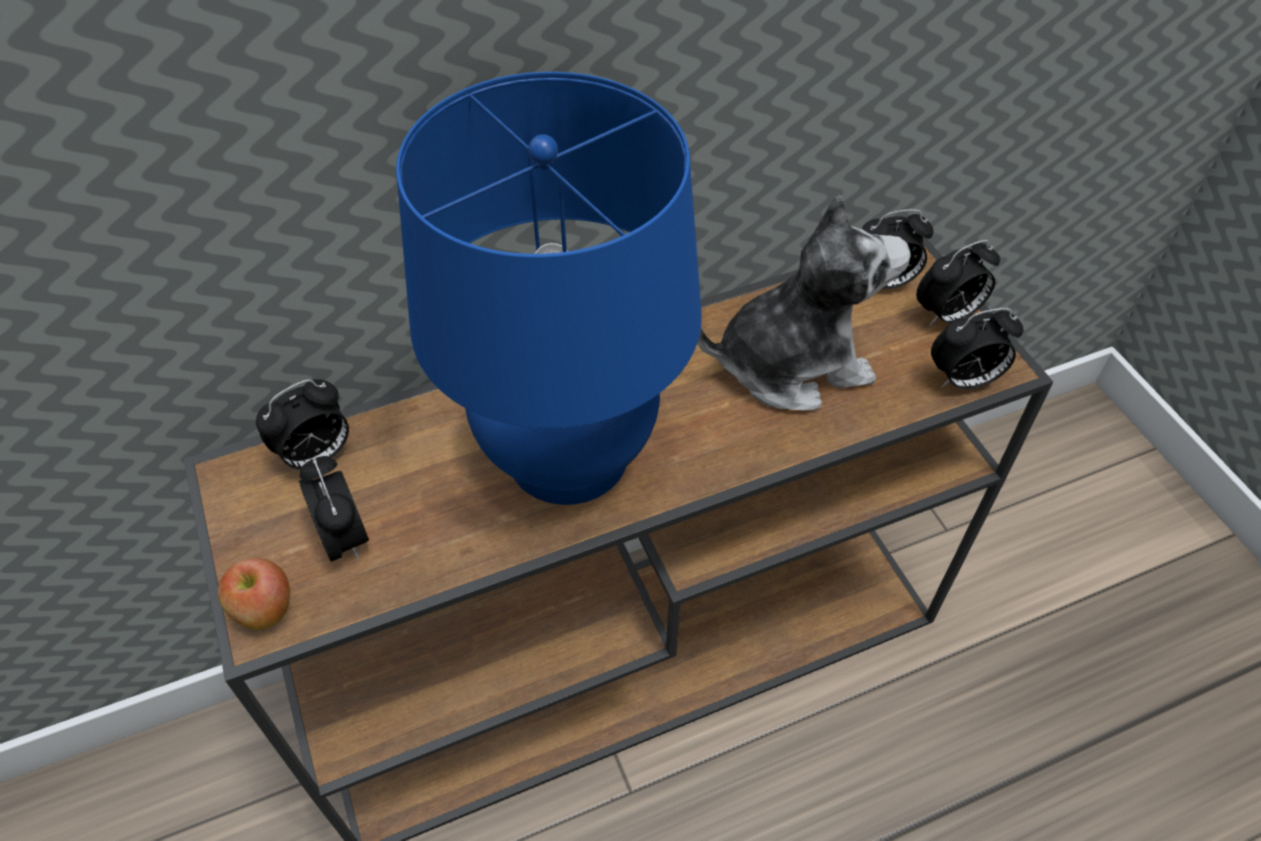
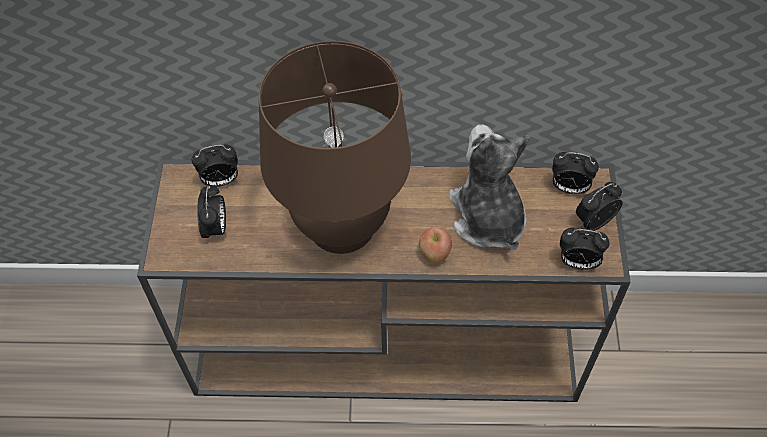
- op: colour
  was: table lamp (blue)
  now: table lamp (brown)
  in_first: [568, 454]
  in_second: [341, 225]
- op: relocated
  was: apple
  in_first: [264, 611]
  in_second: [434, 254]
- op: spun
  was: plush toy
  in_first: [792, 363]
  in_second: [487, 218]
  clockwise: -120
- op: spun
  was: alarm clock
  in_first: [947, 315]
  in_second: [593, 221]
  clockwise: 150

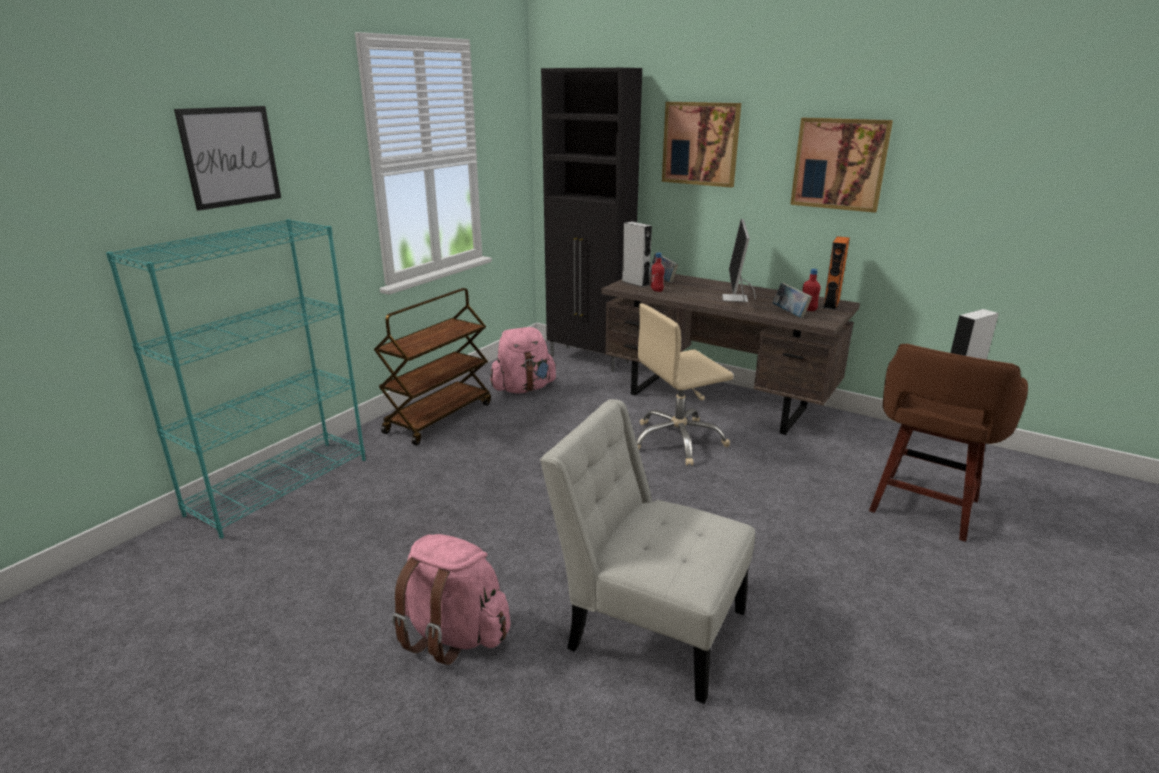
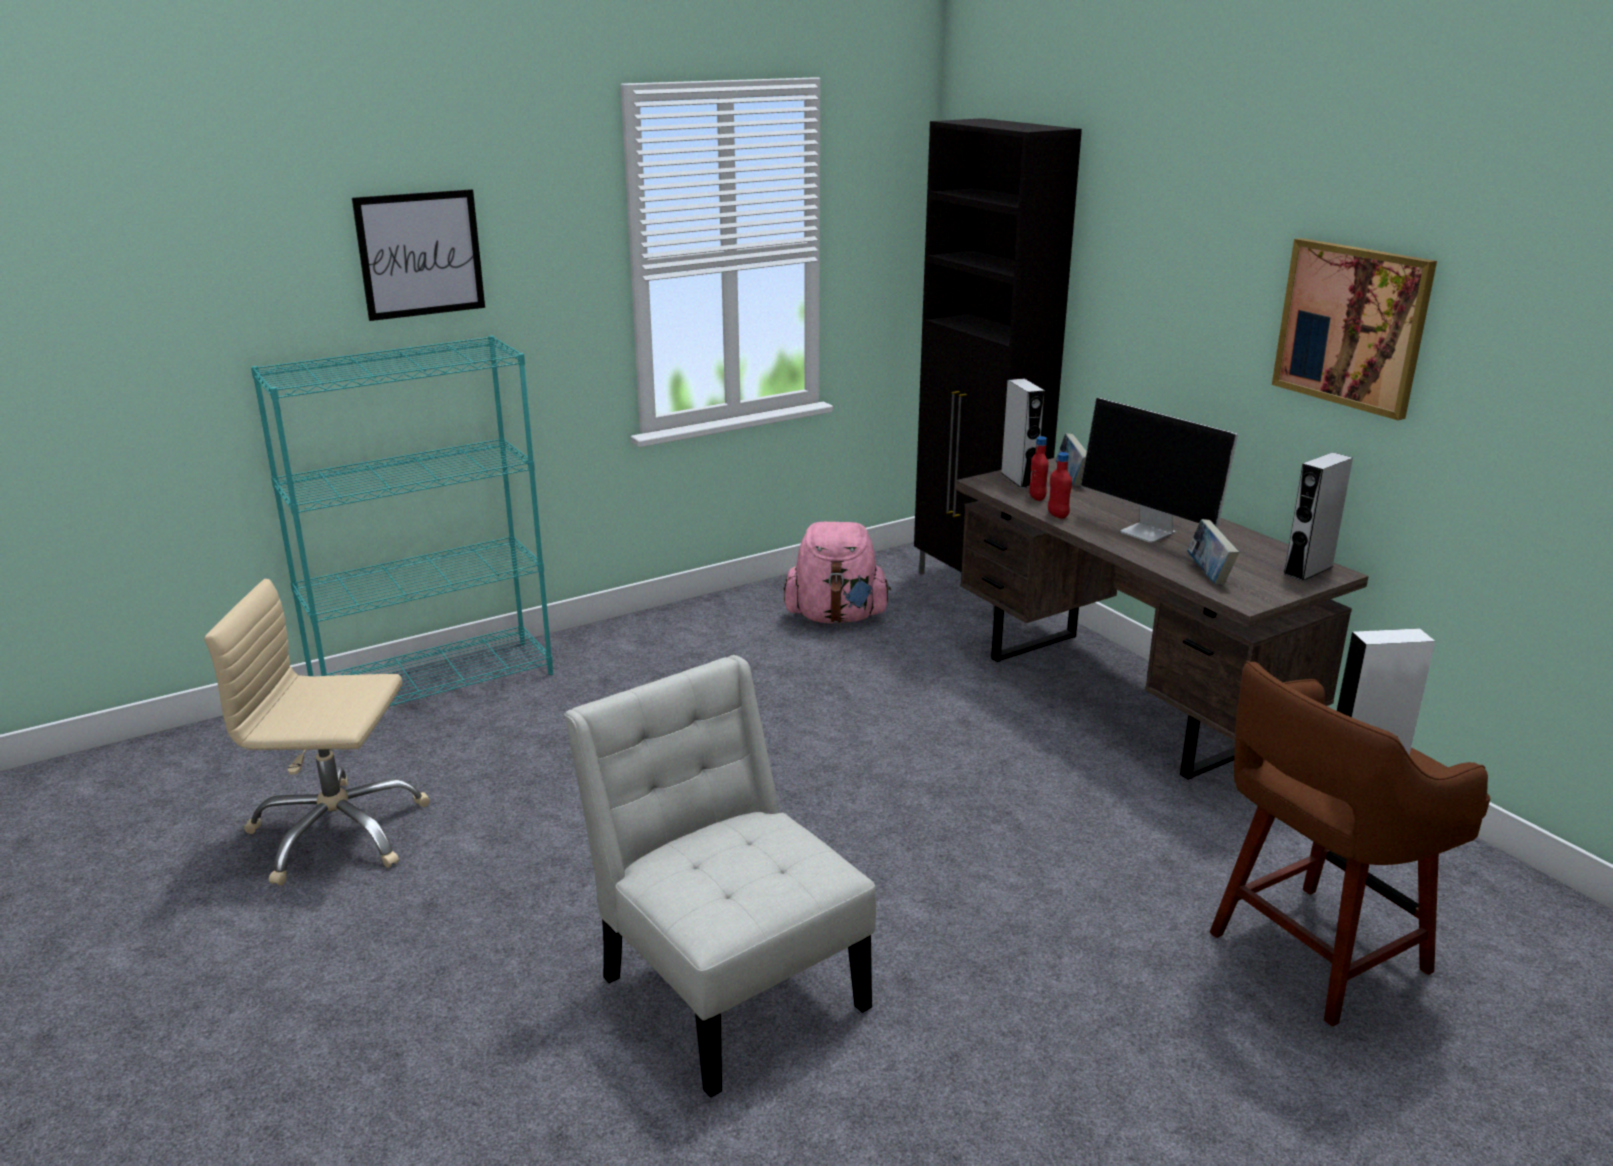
- op: relocated
  was: office chair (beige)
  in_first: [677, 441]
  in_second: [337, 832]
- op: relocated
  was: bottle (red)
  in_first: [808, 310]
  in_second: [1057, 515]
- op: spun
  was: monitor
  in_first: [735, 298]
  in_second: [1149, 532]
  clockwise: -75
- op: colour
  was: speaker (orange)
  now: speaker (grey)
  in_first: [831, 304]
  in_second: [1308, 570]
- op: missing
  was: cart (brown)
  in_first: [439, 417]
- op: missing
  was: backpack (pink)
  in_first: [454, 634]
- op: missing
  was: picture
  in_first: [700, 144]

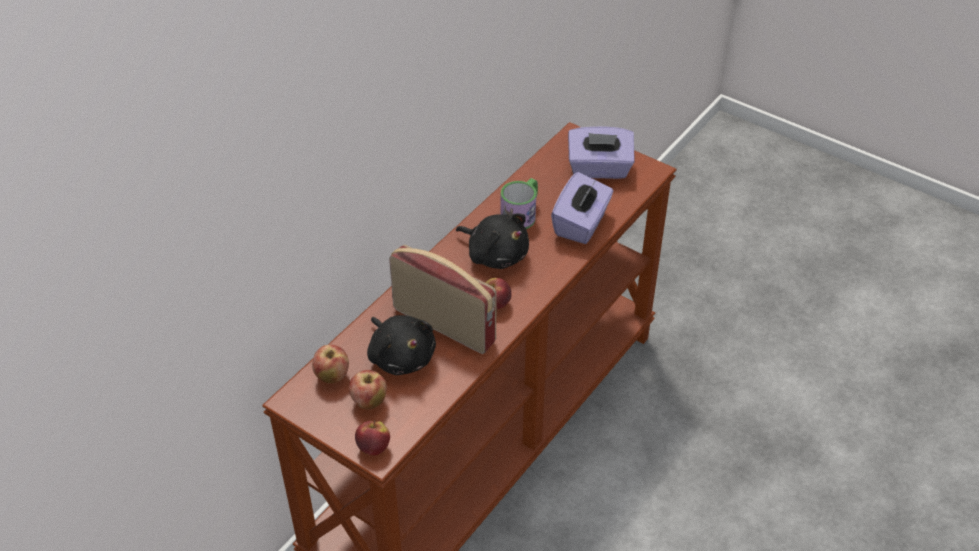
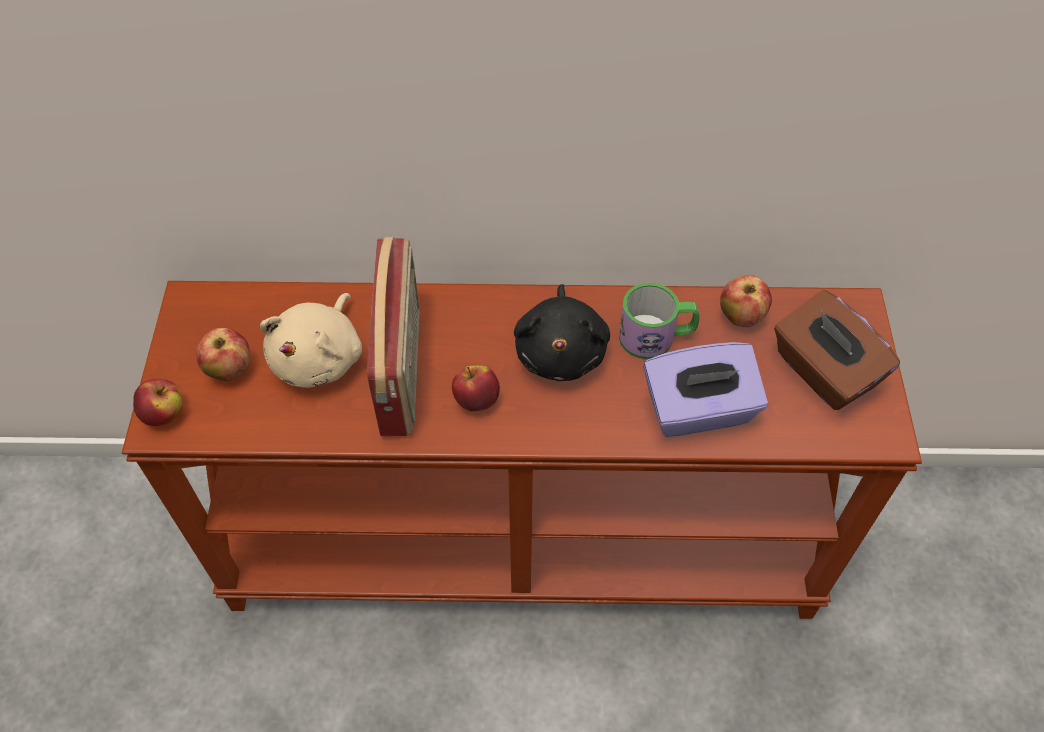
- op: colour
  was: plush toy (black)
  now: plush toy (beige)
  in_first: [401, 356]
  in_second: [320, 358]
- op: relocated
  was: apple
  in_first: [332, 376]
  in_second: [740, 317]
- op: colour
  was: tissue box (purple)
  now: tissue box (brown)
  in_first: [599, 169]
  in_second: [823, 371]

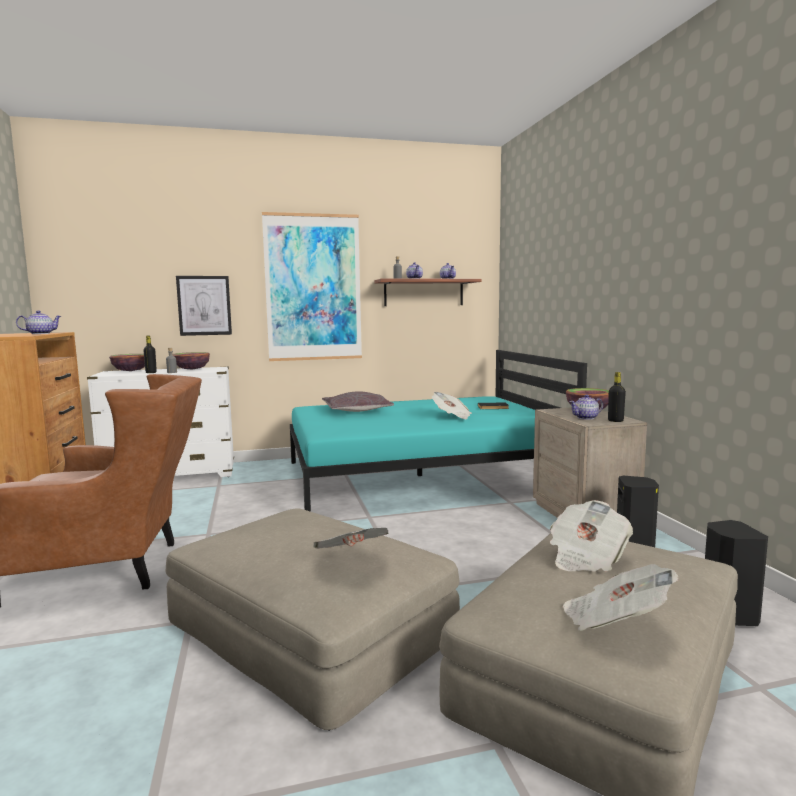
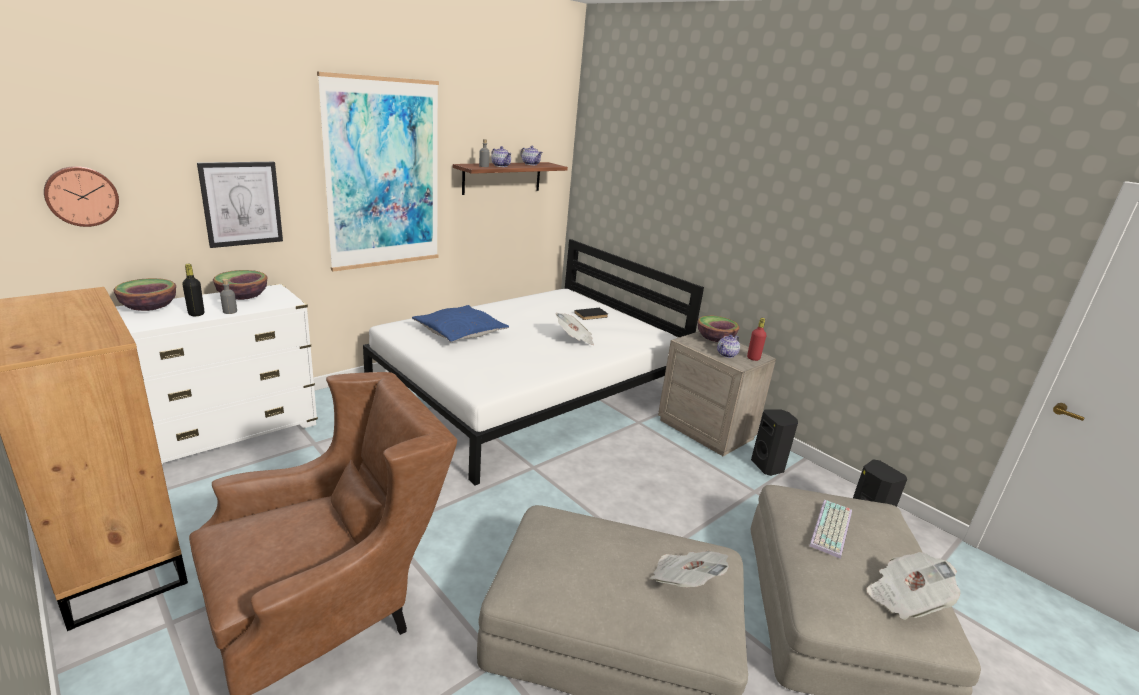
- op: appeared
  now: wall clock
  in_second: [81, 196]
- op: colour
  was: bed (turquoise)
  now: bed (white)
  in_first: [422, 475]
  in_second: [530, 392]
- op: colour
  was: pillow (grey)
  now: pillow (blue)
  in_first: [356, 410]
  in_second: [460, 332]
- op: colour
  was: bottle (black)
  now: bottle (red)
  in_first: [615, 421]
  in_second: [753, 358]
- op: exchanged
  was: newspaper
  now: keyboard
  in_first: [586, 557]
  in_second: [832, 530]
- op: missing
  was: teapot
  in_first: [40, 333]

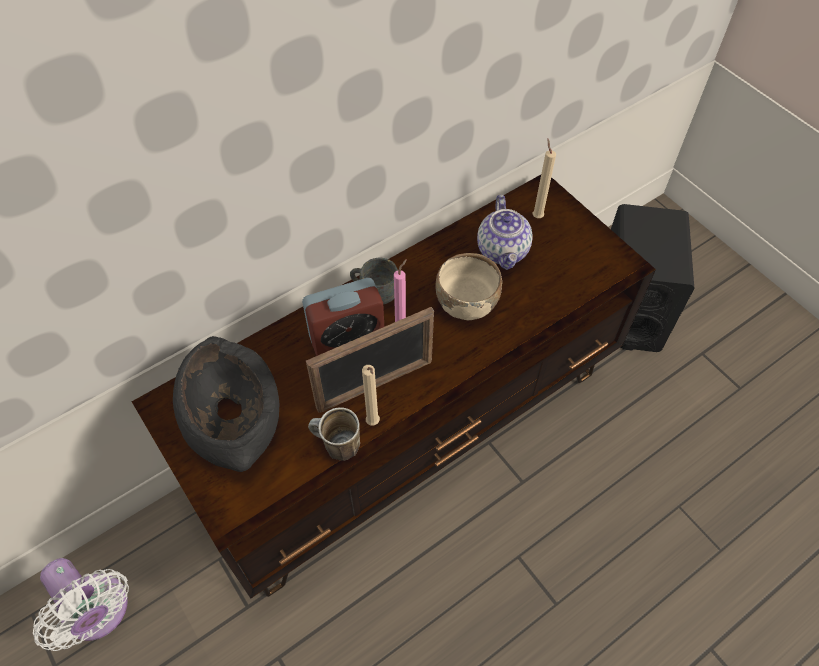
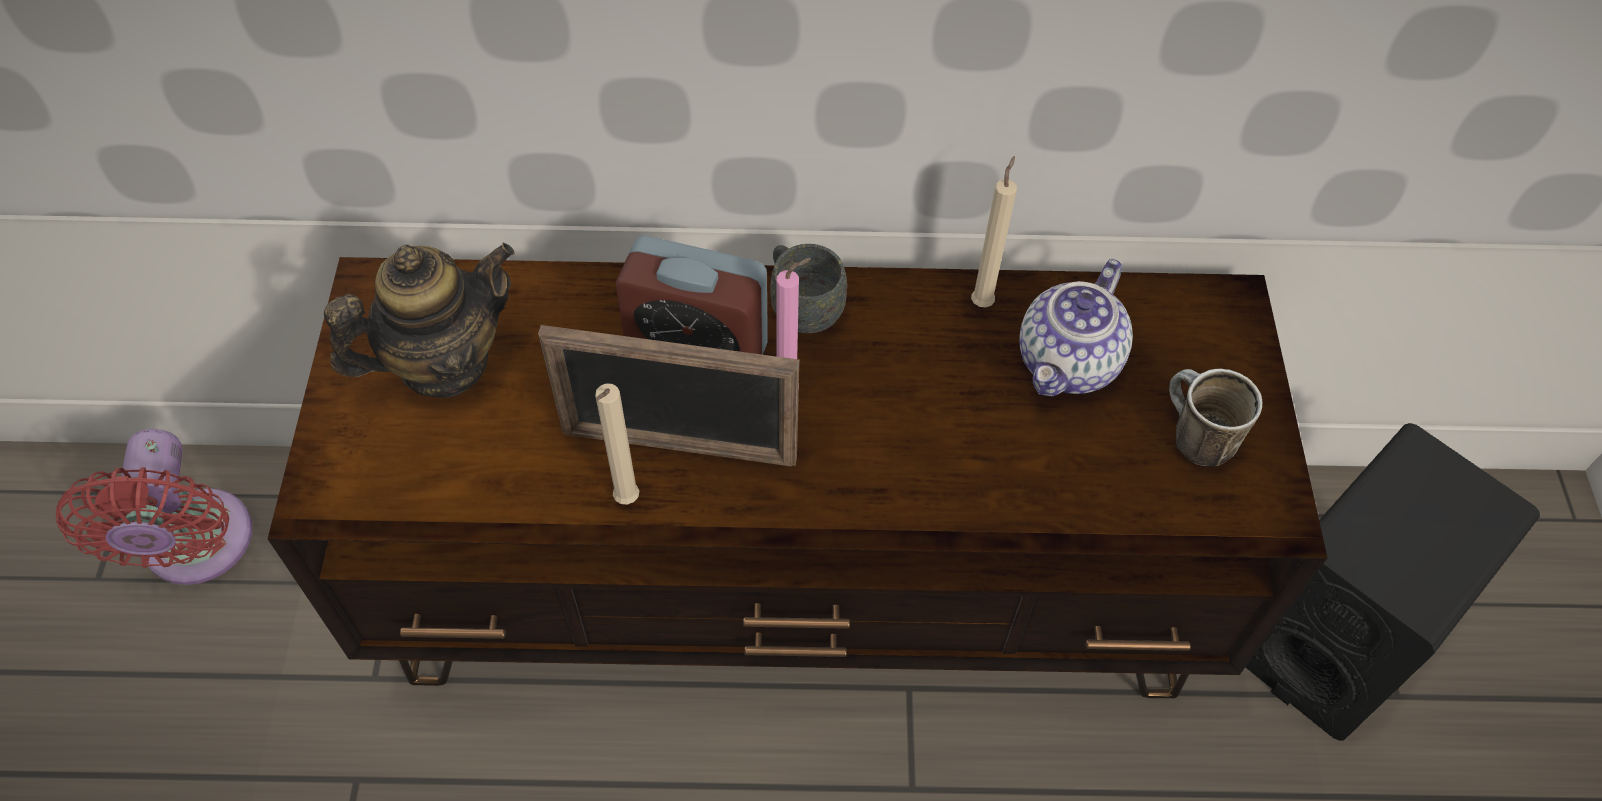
- op: colour
  was: fan (white)
  now: fan (red)
  in_first: [99, 613]
  in_second: [196, 549]
- op: exchanged
  was: bowl (black)
  now: teapot
  in_first: [232, 417]
  in_second: [443, 363]
- op: relocated
  was: candle (beige)
  in_first: [536, 216]
  in_second: [983, 301]
- op: relocated
  was: mug
  in_first: [336, 447]
  in_second: [1192, 439]
- op: missing
  was: bowl (beige)
  in_first: [466, 303]

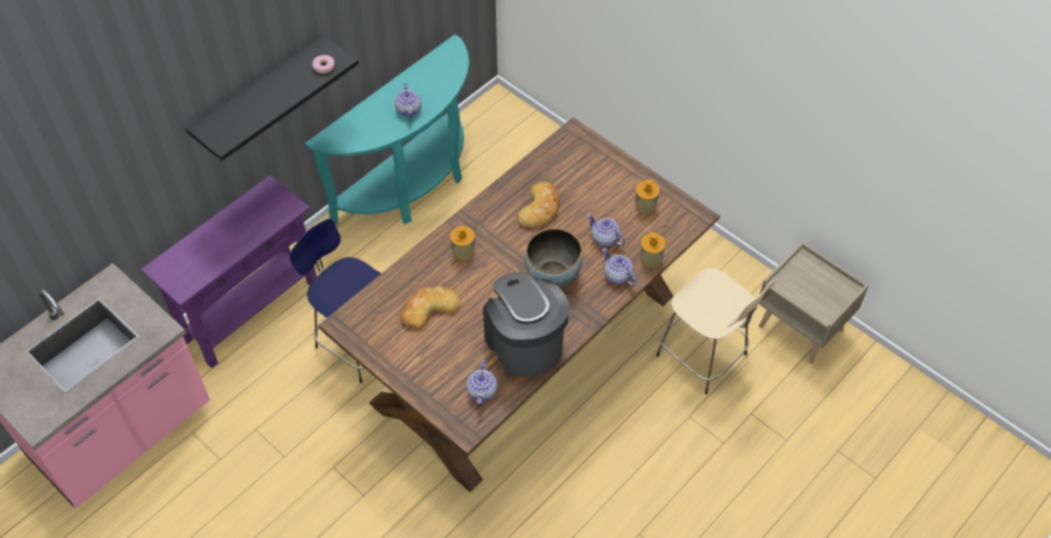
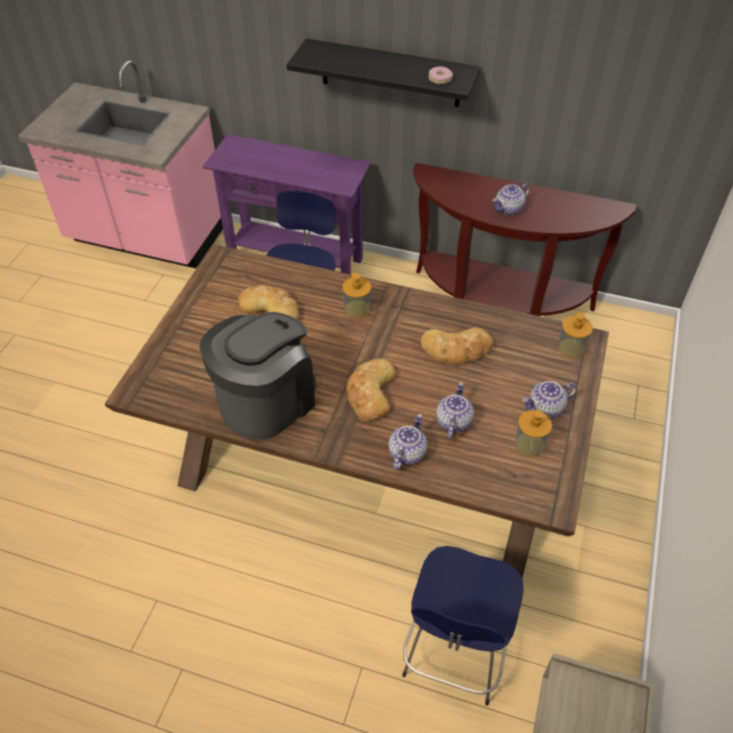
- op: exchanged
  was: bowl
  now: bread
  in_first: [553, 276]
  in_second: [370, 393]
- op: colour
  was: stool (beige)
  now: stool (blue)
  in_first: [704, 357]
  in_second: [454, 653]
- op: colour
  was: console table (turquoise)
  now: console table (brown)
  in_first: [412, 185]
  in_second: [498, 304]
- op: relocated
  was: teapot
  in_first: [482, 391]
  in_second: [545, 409]
- op: relocated
  was: soap dispenser
  in_first: [651, 259]
  in_second: [570, 348]

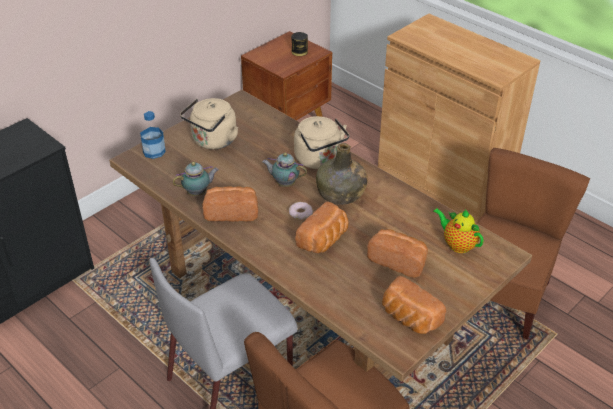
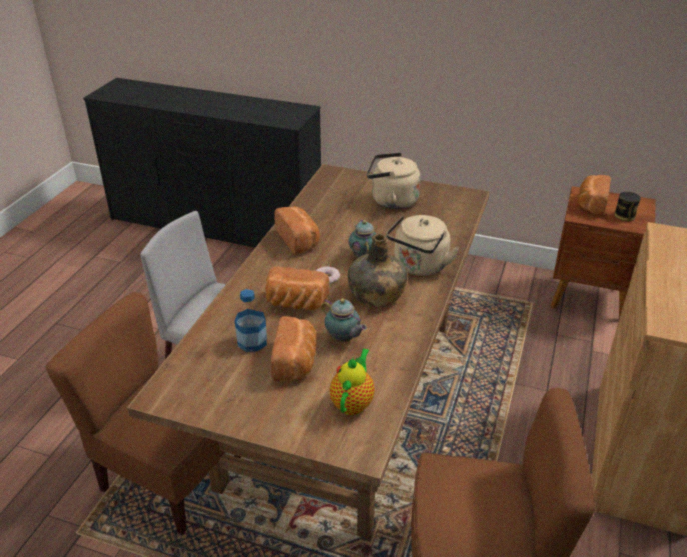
- op: relocated
  was: bottle
  in_first: [154, 151]
  in_second: [252, 342]
- op: relocated
  was: teapot
  in_first: [198, 193]
  in_second: [343, 339]
- op: relocated
  was: bread
  in_first: [409, 318]
  in_second: [591, 204]

